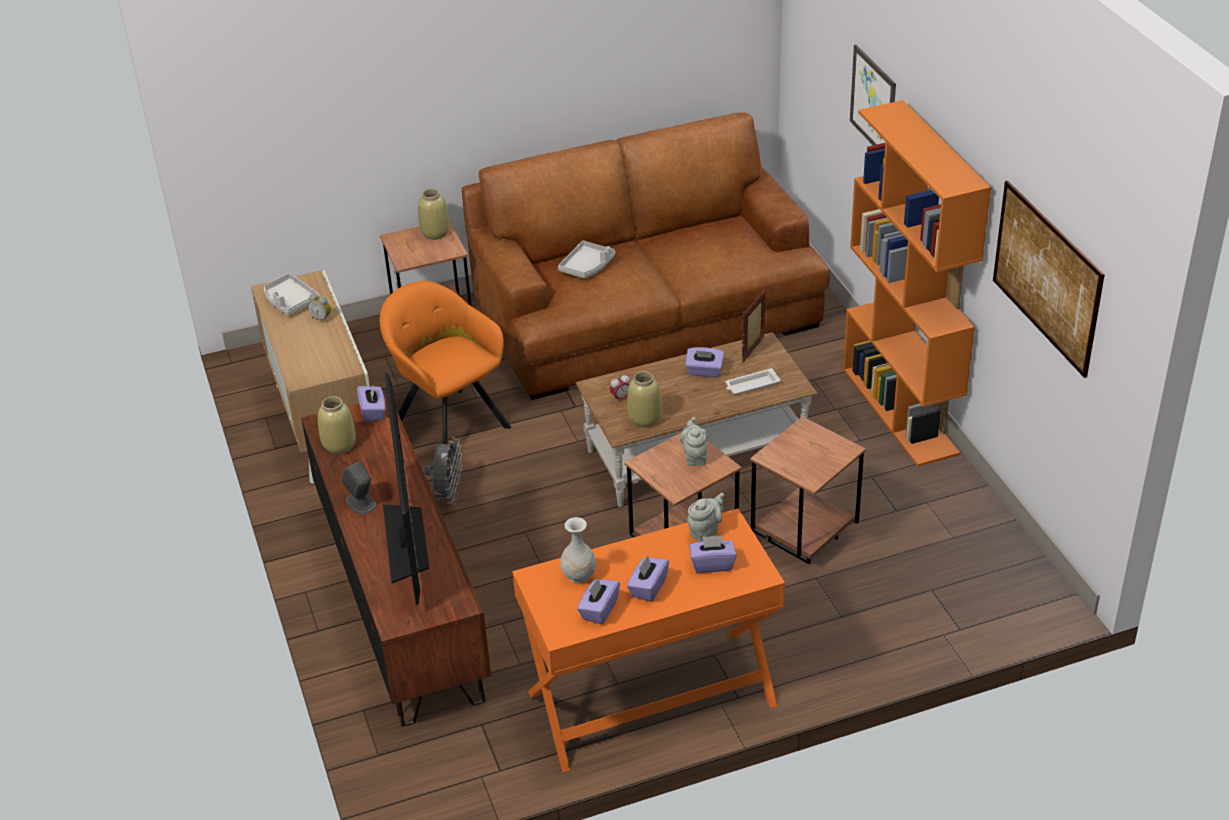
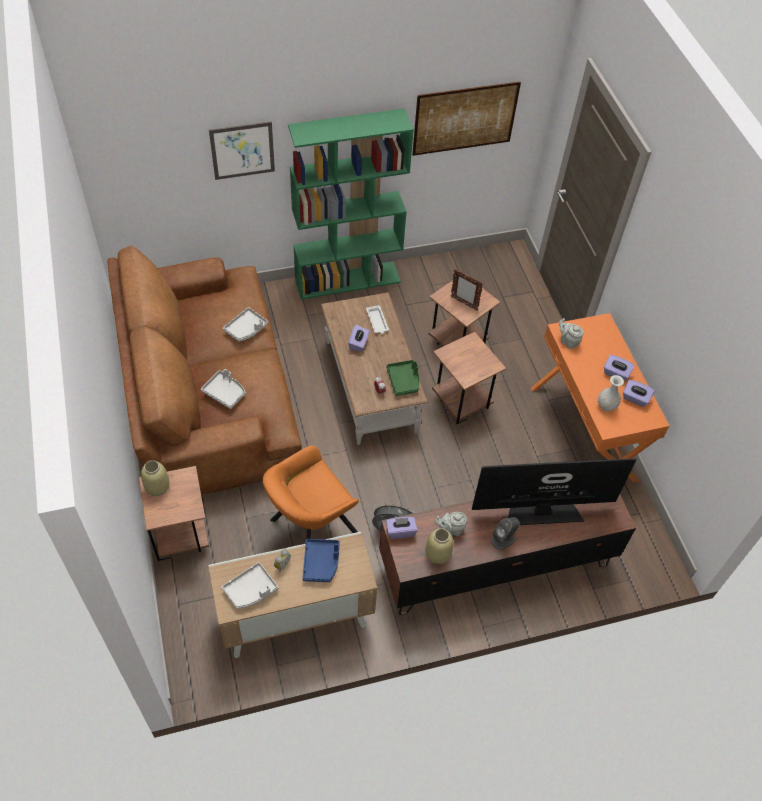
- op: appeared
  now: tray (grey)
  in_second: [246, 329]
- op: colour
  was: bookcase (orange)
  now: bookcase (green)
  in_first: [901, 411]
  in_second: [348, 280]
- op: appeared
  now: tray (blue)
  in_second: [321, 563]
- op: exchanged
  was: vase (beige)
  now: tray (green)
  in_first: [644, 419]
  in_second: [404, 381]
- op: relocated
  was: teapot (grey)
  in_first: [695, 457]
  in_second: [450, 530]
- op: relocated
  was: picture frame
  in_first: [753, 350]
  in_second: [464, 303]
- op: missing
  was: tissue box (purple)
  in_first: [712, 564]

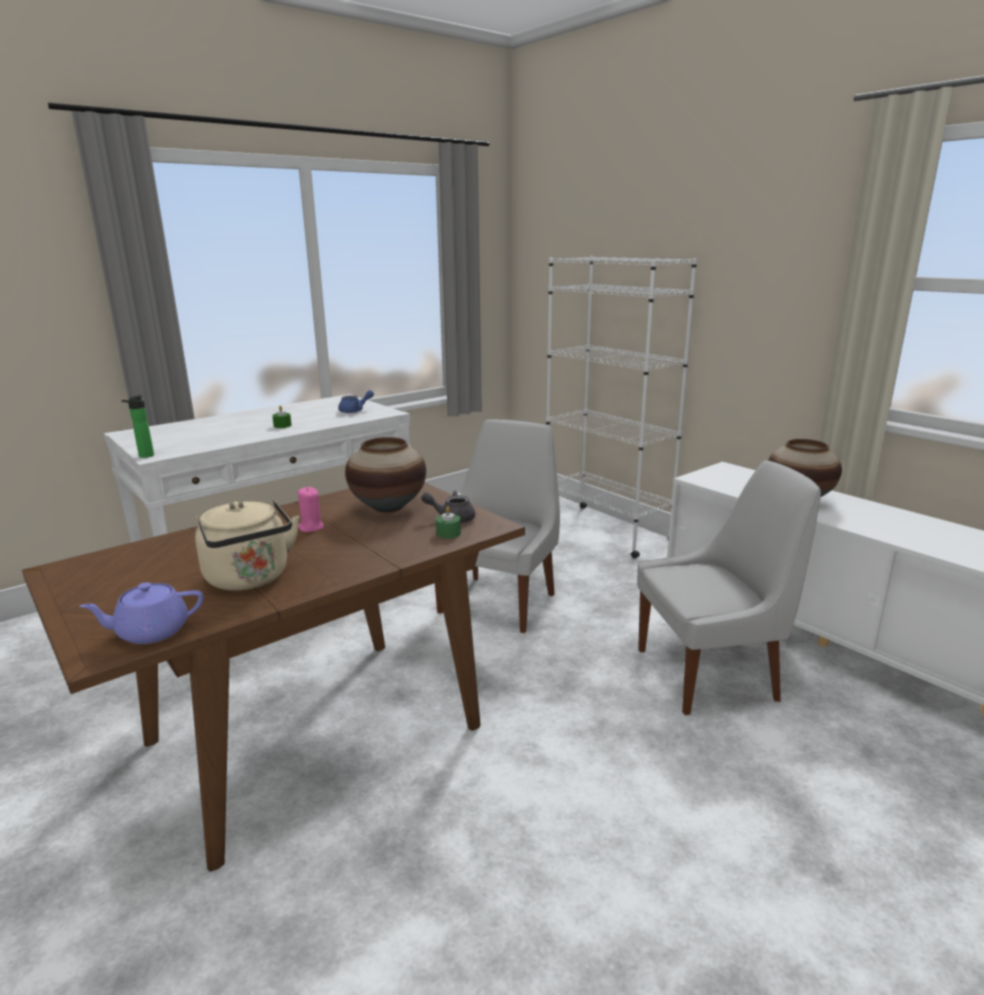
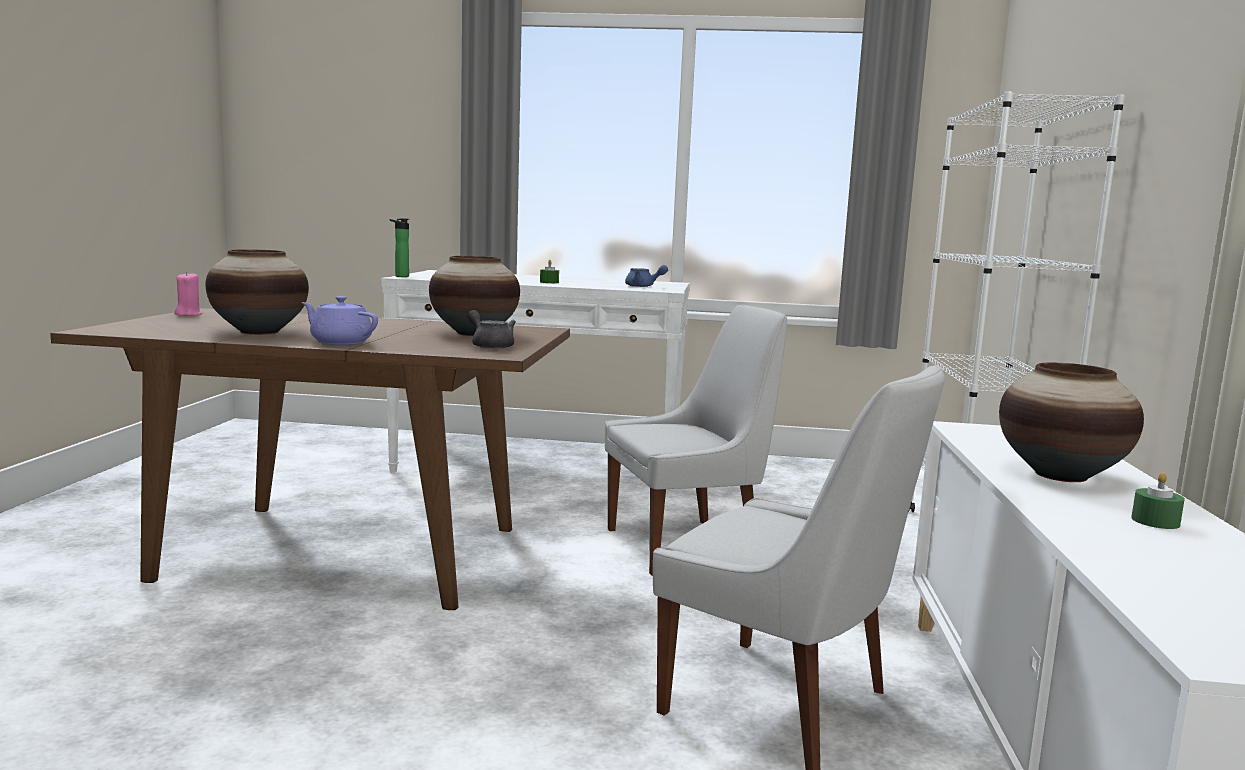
- op: relocated
  was: candle (pink)
  in_first: [311, 527]
  in_second: [188, 314]
- op: exchanged
  was: kettle (beige)
  now: vase
  in_first: [250, 579]
  in_second: [259, 332]
- op: relocated
  was: teapot (purple)
  in_first: [151, 632]
  in_second: [340, 342]
- op: relocated
  was: candle (green)
  in_first: [448, 533]
  in_second: [1155, 521]

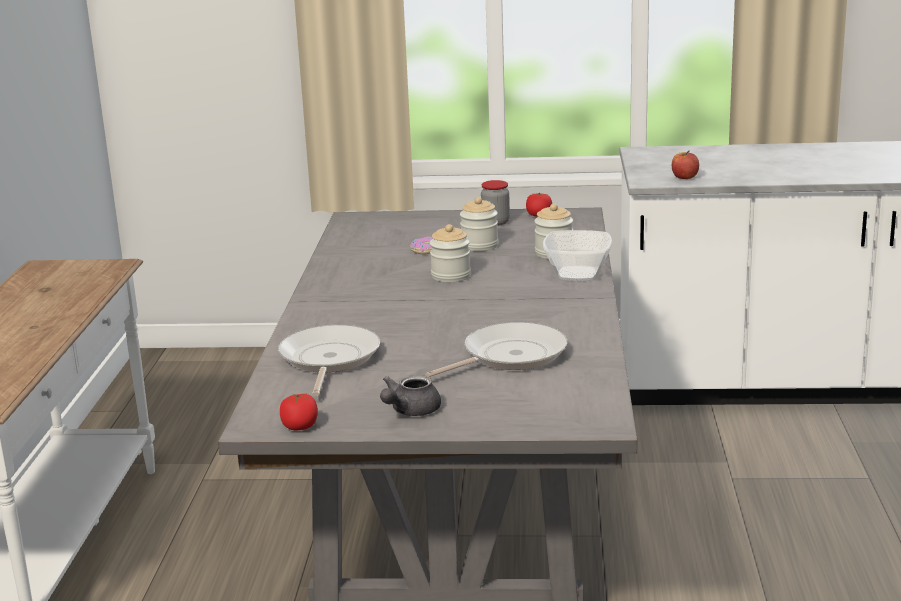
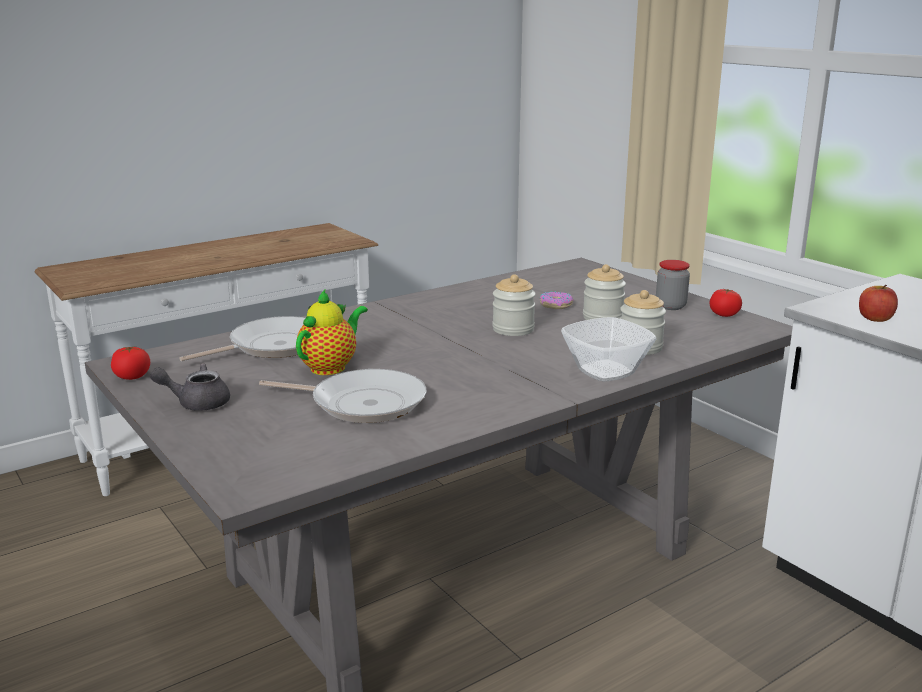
- op: appeared
  now: teapot
  in_second: [331, 367]

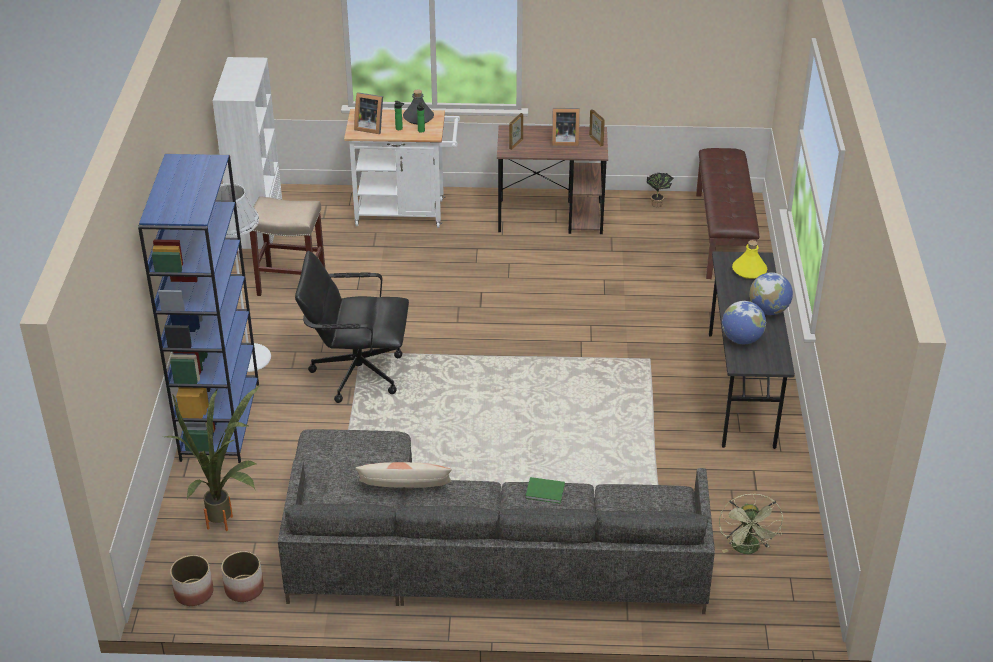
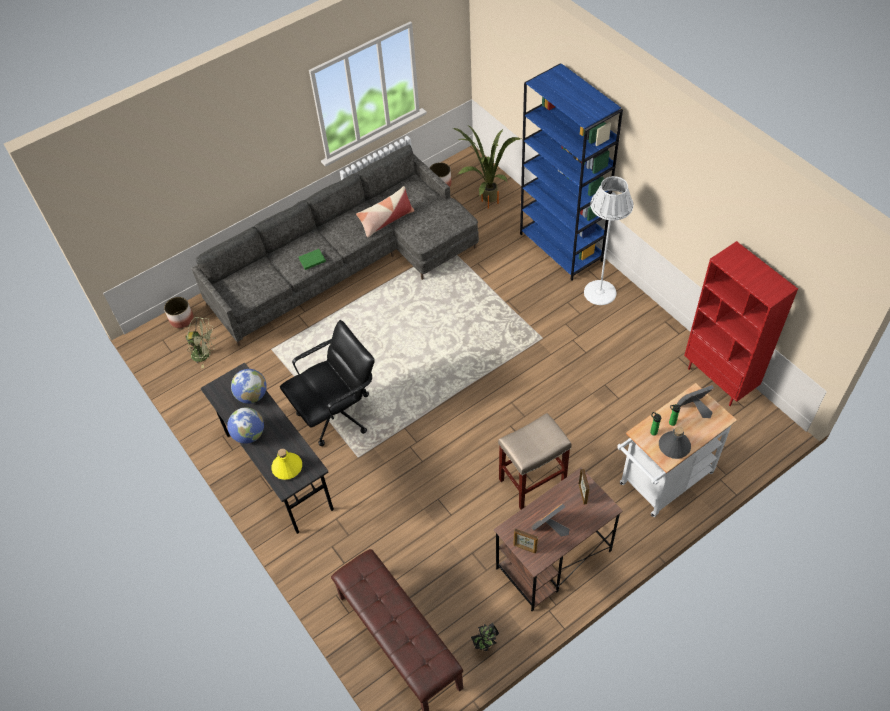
- op: relocated
  was: planter
  in_first: [194, 593]
  in_second: [181, 319]
- op: spun
  was: fan (green)
  in_first: [747, 549]
  in_second: [205, 354]
  clockwise: 135
- op: relocated
  was: office chair (black)
  in_first: [357, 372]
  in_second: [337, 414]
- op: relocated
  was: stool (beige)
  in_first: [290, 285]
  in_second: [532, 481]
- op: colour
  was: bookcase (white)
  now: bookcase (red)
  in_first: [259, 241]
  in_second: [719, 380]

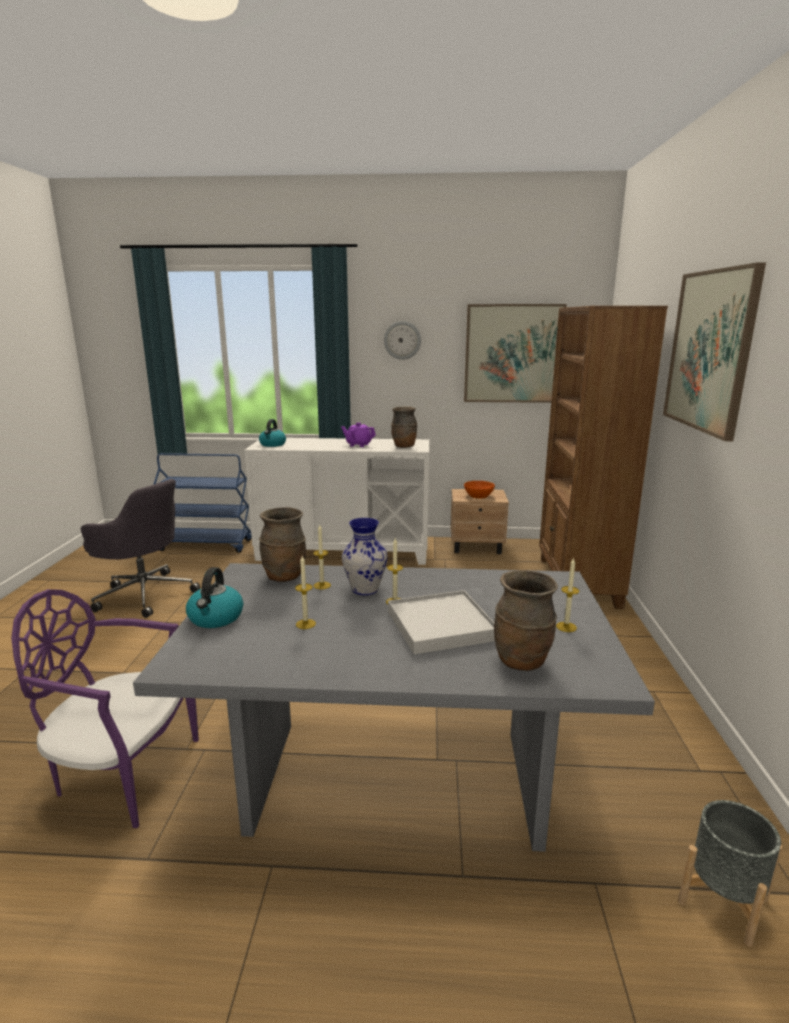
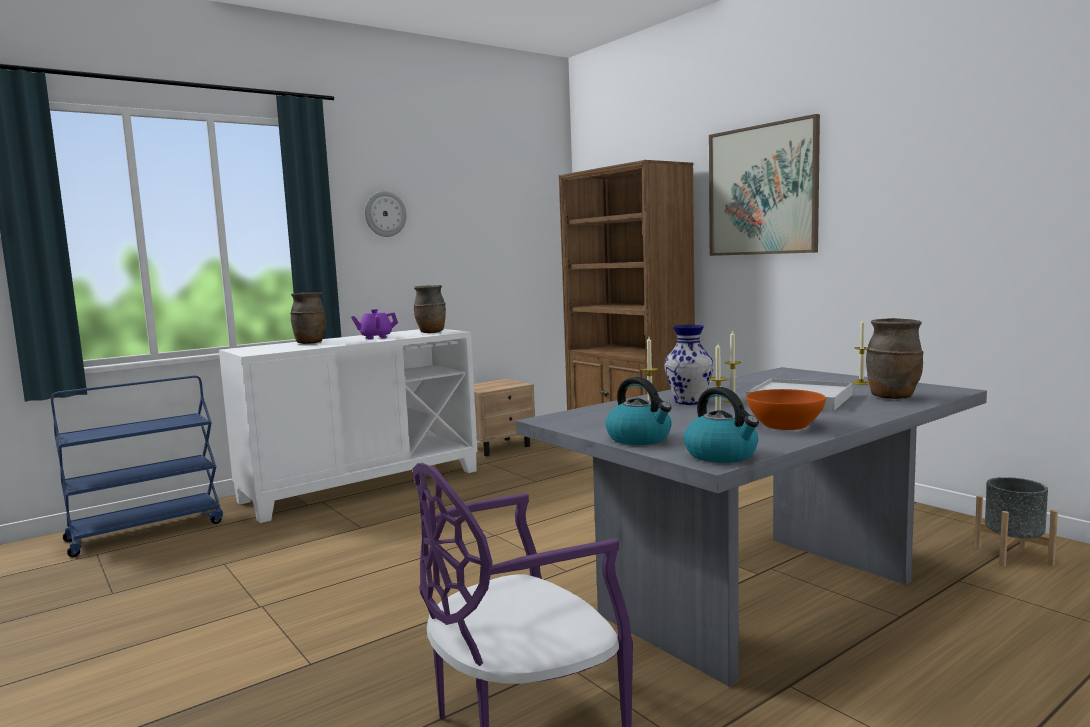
- op: relocated
  was: vase (brown)
  in_first: [285, 577]
  in_second: [310, 343]
- op: relocated
  was: kettle
  in_first: [272, 444]
  in_second: [722, 455]
- op: relocated
  was: bowl (orange)
  in_first: [478, 496]
  in_second: [785, 425]
- op: missing
  was: office chair (grey)
  in_first: [144, 594]
- op: missing
  was: picture
  in_first: [513, 354]

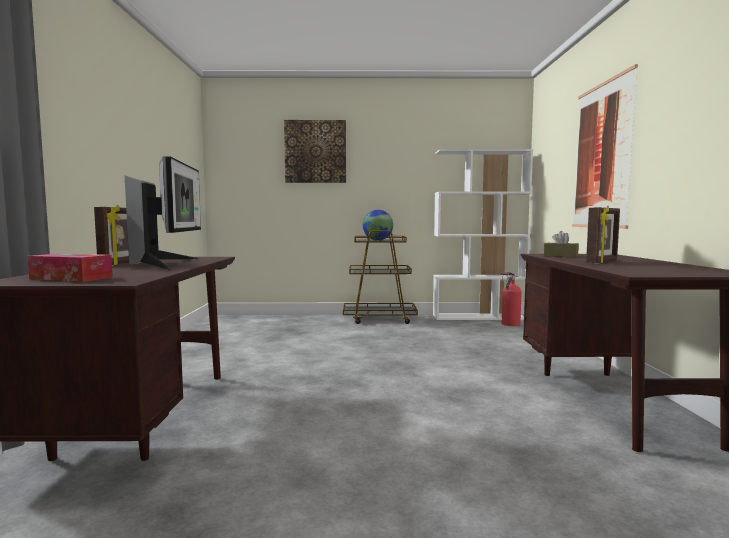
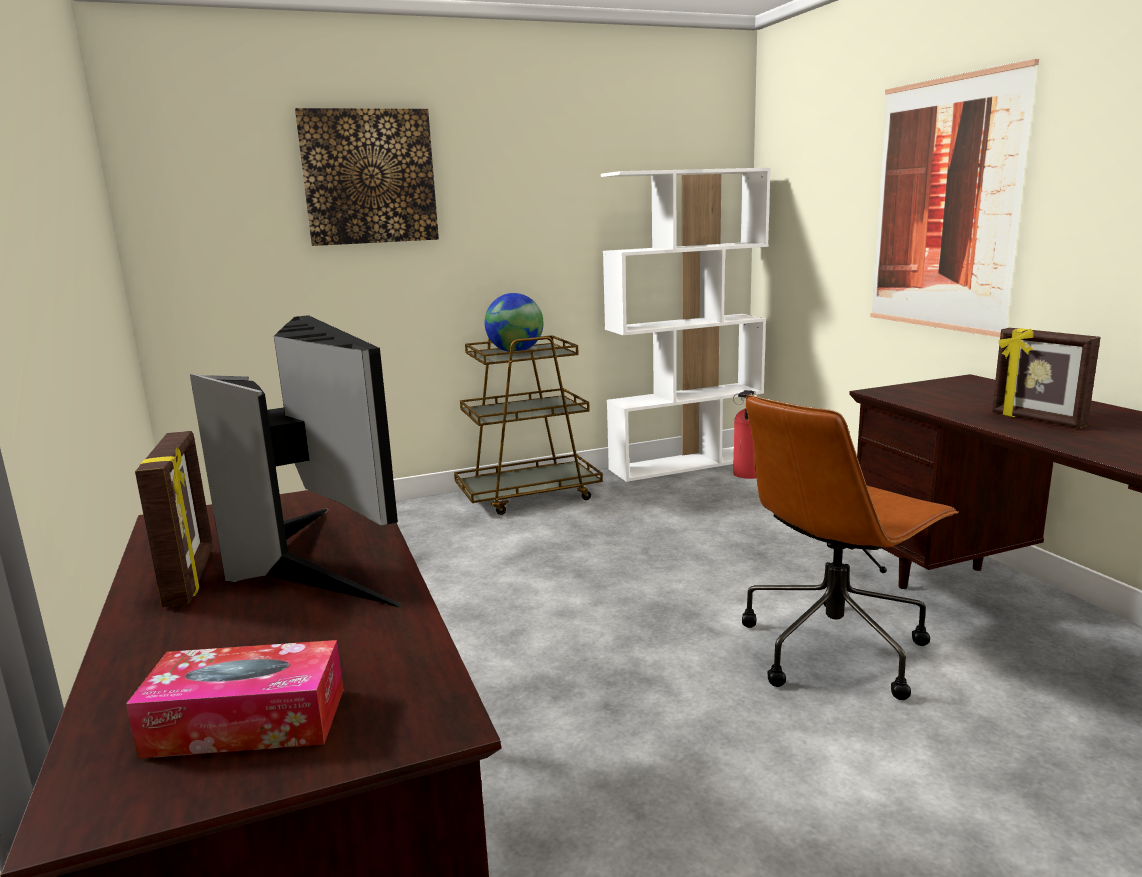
- op: appeared
  now: office chair (brown)
  in_second: [834, 648]
- op: spun
  was: picture frame
  in_first: [602, 262]
  in_second: [1036, 420]
  clockwise: 120
- op: missing
  was: tissue box (brown)
  in_first: [560, 256]

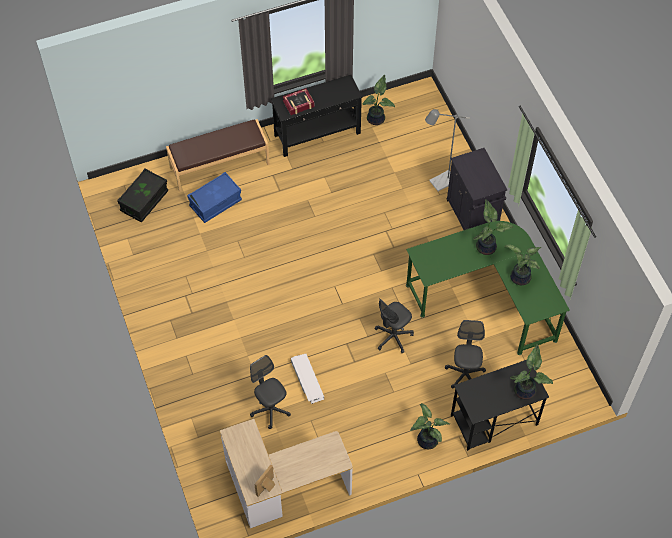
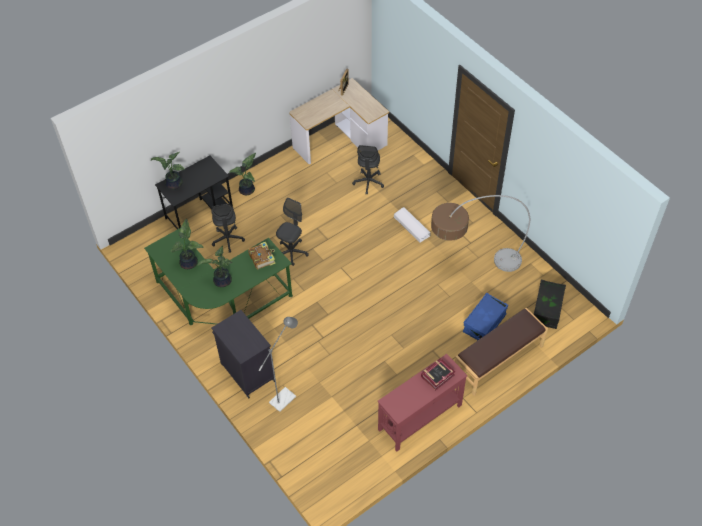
- op: appeared
  now: book
  in_second: [262, 258]
- op: spun
  was: office chair (grey)
  in_first: [270, 409]
  in_second: [368, 182]
  clockwise: 60
- op: colour
  was: console table (black)
  now: console table (red)
  in_first: [318, 134]
  in_second: [419, 417]
- op: relocated
  was: storage box (white)
  in_first: [307, 380]
  in_second: [411, 226]
- op: appeared
  now: floor lamp
  in_second: [470, 267]
- op: missing
  was: potted plant
  in_first: [377, 118]

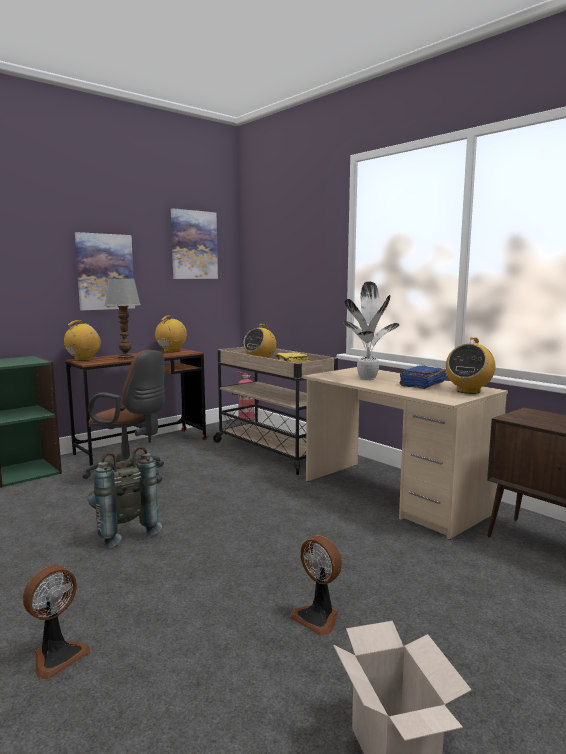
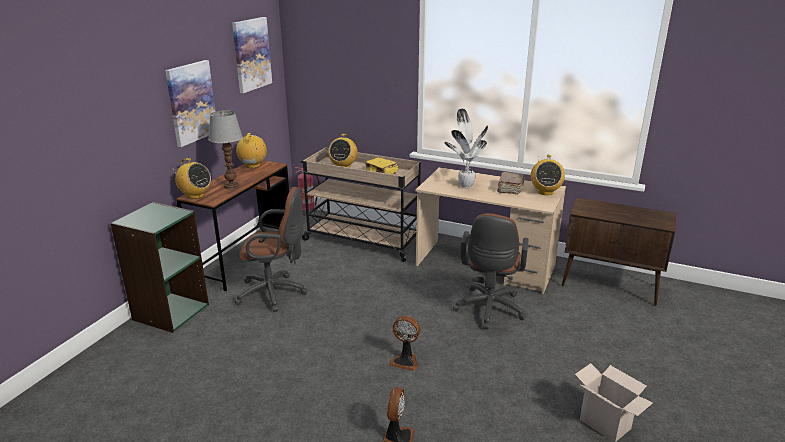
- op: spun
  was: radio
  in_first: [83, 359]
  in_second: [195, 195]
  clockwise: 105
- op: relocated
  was: fan
  in_first: [318, 617]
  in_second: [405, 361]
- op: appeared
  now: office chair (brown)
  in_second: [488, 310]
- op: colour
  was: book (blue)
  now: book (brown)
  in_first: [422, 385]
  in_second: [510, 188]
- op: missing
  was: backpack (grey)
  in_first: [121, 532]

